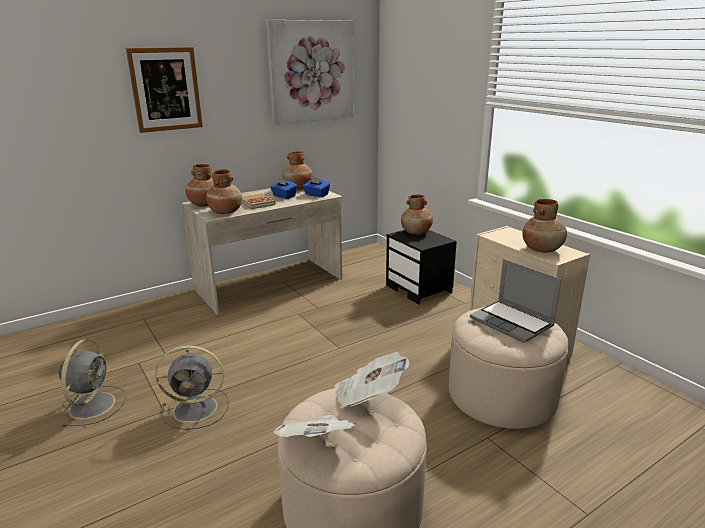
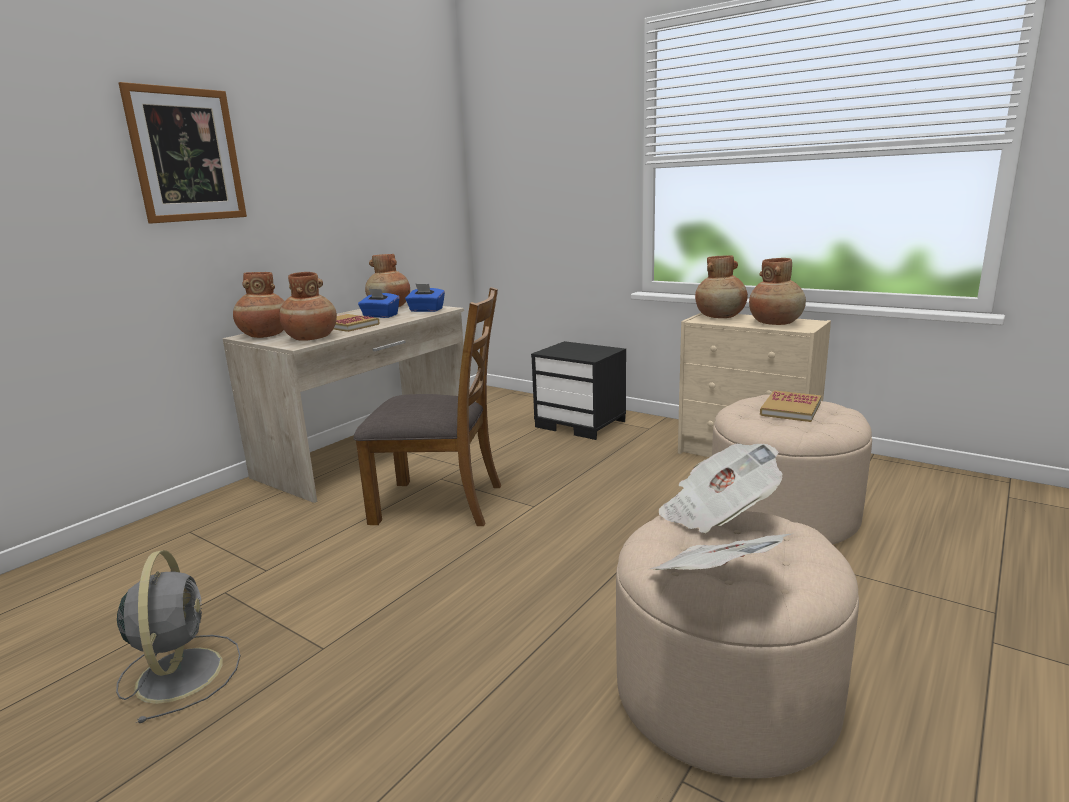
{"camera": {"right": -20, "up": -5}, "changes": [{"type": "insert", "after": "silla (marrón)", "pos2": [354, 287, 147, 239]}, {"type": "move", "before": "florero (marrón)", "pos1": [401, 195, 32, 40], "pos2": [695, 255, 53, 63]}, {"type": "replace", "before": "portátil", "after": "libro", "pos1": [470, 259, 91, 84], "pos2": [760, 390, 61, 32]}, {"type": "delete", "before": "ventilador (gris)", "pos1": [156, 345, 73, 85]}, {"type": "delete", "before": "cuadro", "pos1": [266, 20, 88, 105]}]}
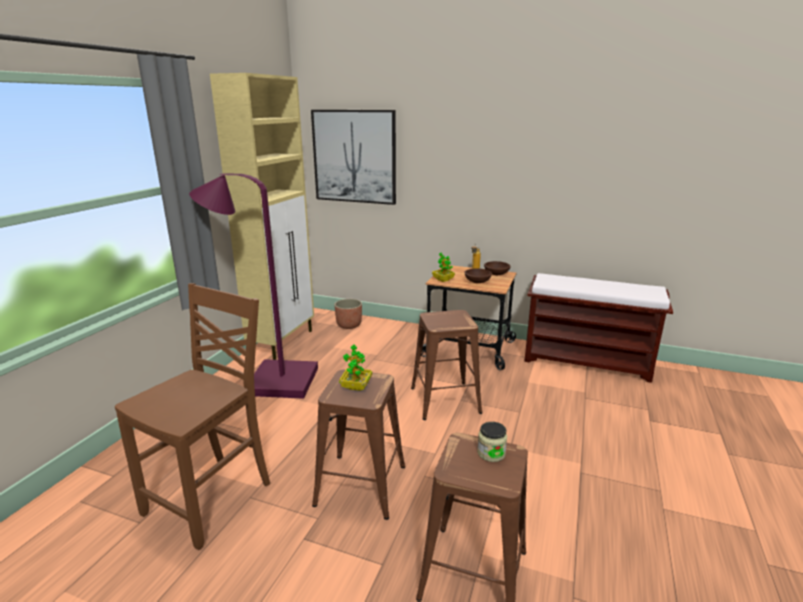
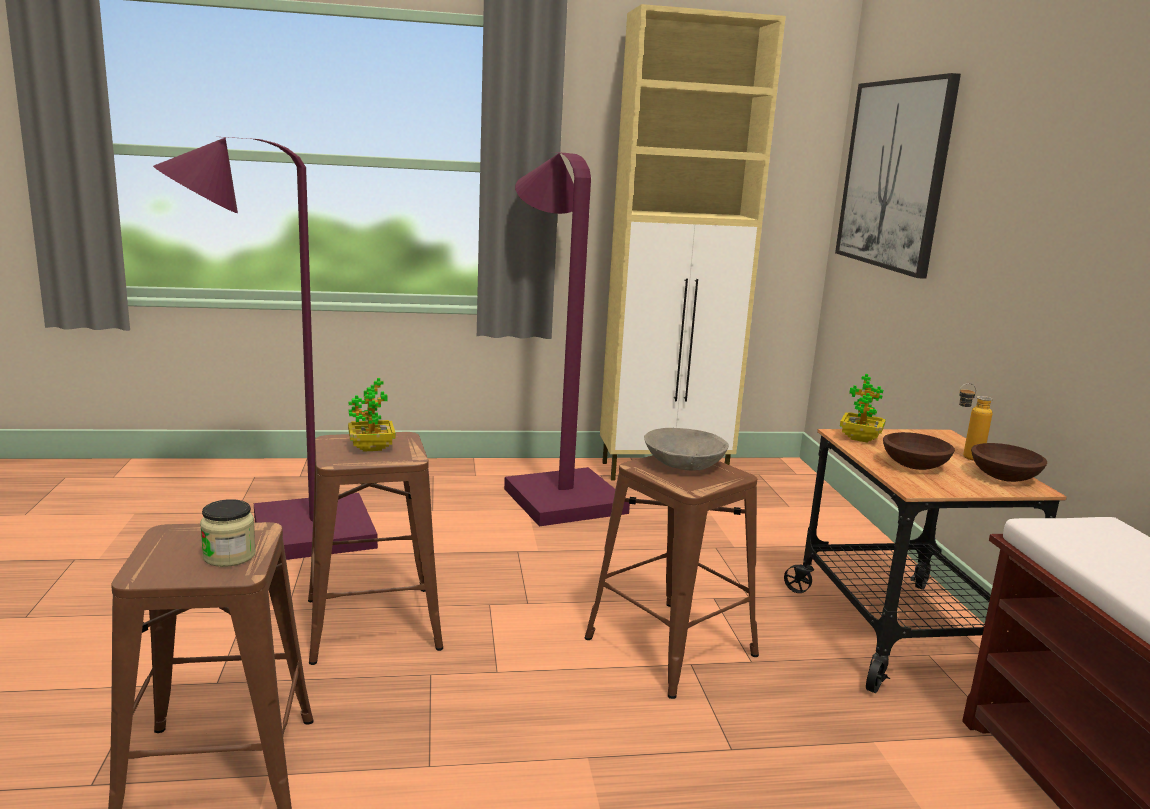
{"camera": {"right": 60, "up": -5}, "changes": [{"type": "replace", "before": "silla (marrón)", "after": "lámpara de pie (morado)", "pos1": [115, 283, 155, 267], "pos2": [153, 137, 225, 423]}, {"type": "insert", "after": "cuenco (gris)", "pos2": [644, 428, 85, 43]}, {"type": "delete", "before": "maceta", "pos1": [334, 299, 28, 30]}]}
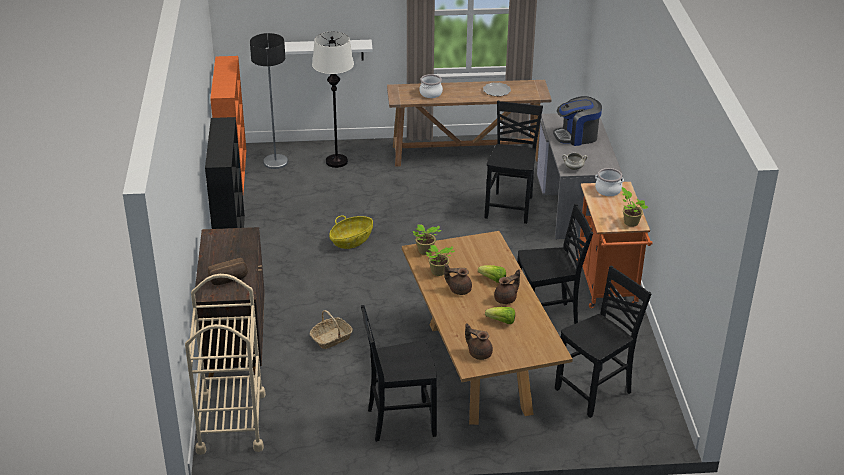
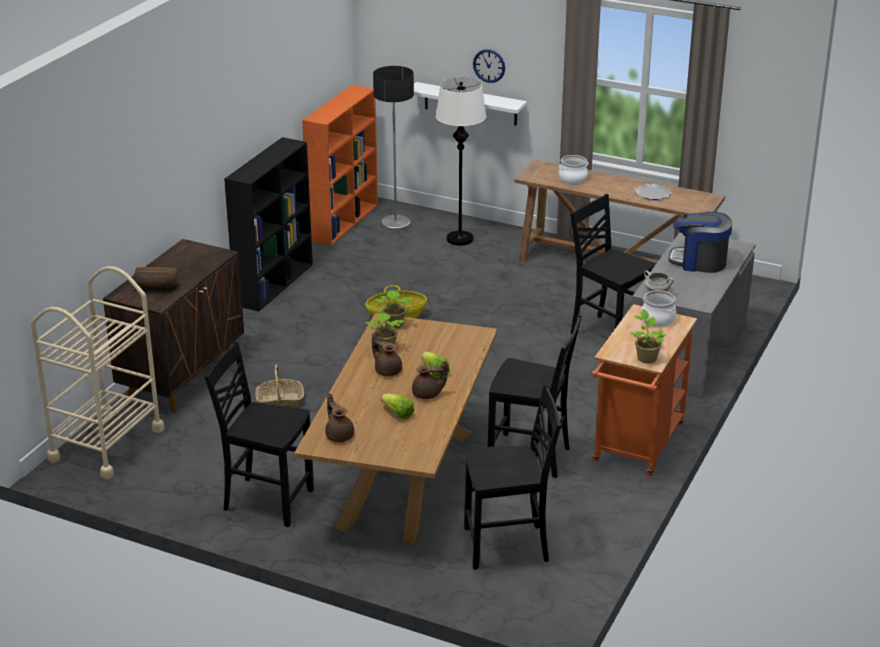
{"camera": {"right": 30, "up": -5}, "changes": [{"type": "insert", "after": "reloj de pared", "pos2": [473, 49, 32, 34]}, {"type": "rotate", "before": "silla (negro)", "pos1": [484, 101, 59, 123], "pos2": [570, 194, 86, 140], "turn": -90}]}
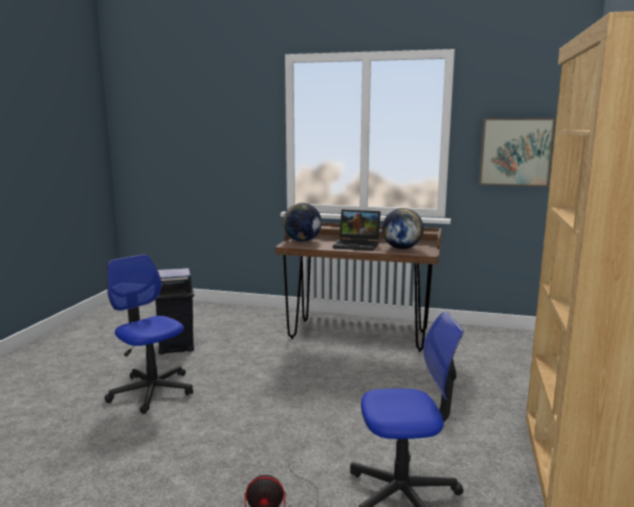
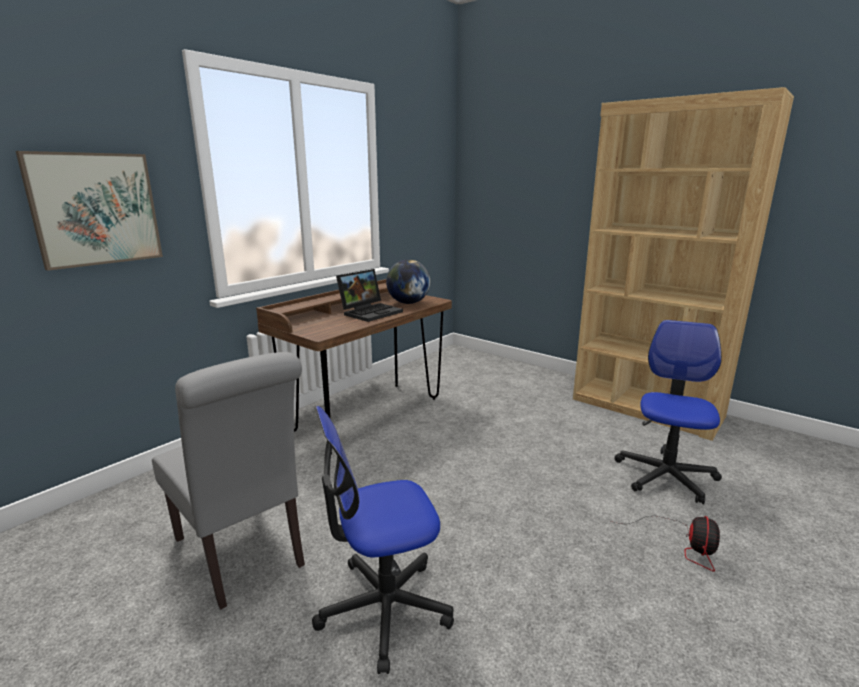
{"camera": {"right": -65, "up": 5}, "changes": [{"type": "move", "before": "cuadro", "pos1": [479, 118, 76, 69], "pos2": [16, 151, 147, 120]}, {"type": "replace", "before": "papelera (azul)", "after": "silla (gris)", "pos1": [155, 268, 39, 87], "pos2": [152, 352, 153, 258]}, {"type": "delete", "before": "globo terráqueo", "pos1": [283, 203, 39, 38]}]}
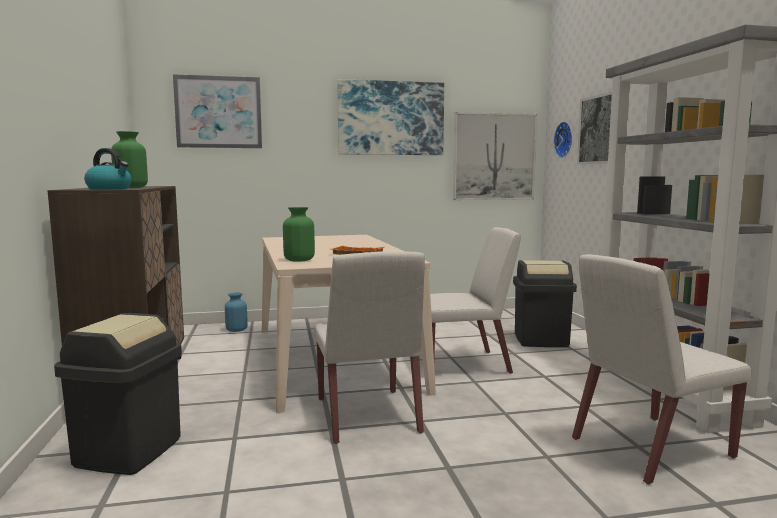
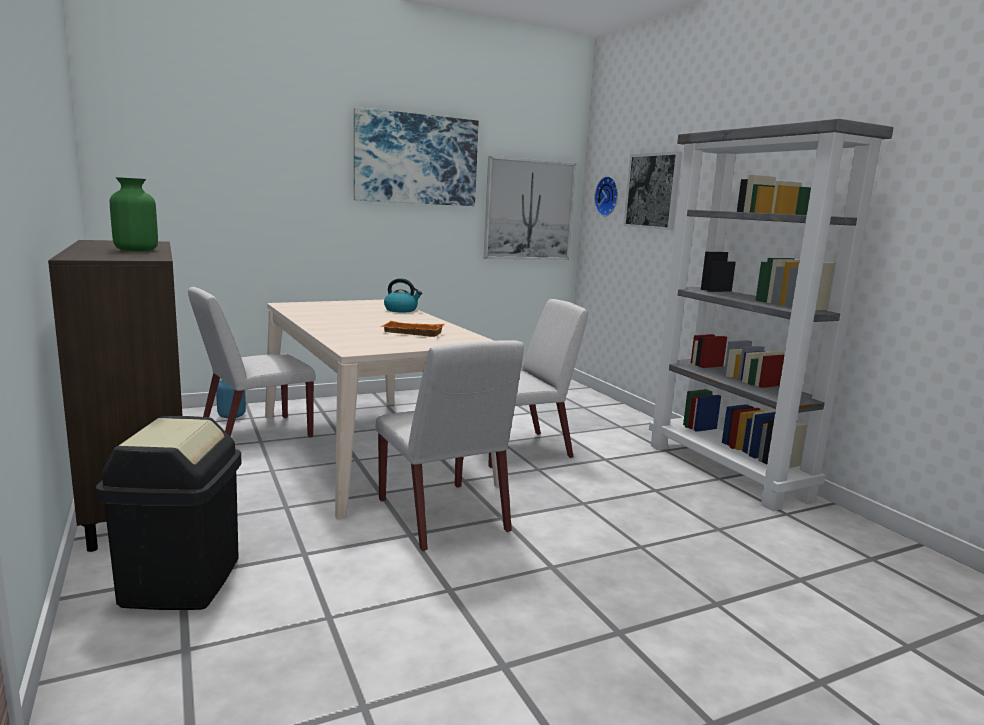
{"camera": {"right": -15, "up": 5}, "changes": [{"type": "move", "before": "silla (blanco)", "pos1": [572, 254, 179, 231], "pos2": [188, 287, 128, 151]}, {"type": "move", "before": "hervidor", "pos1": [84, 148, 48, 41], "pos2": [384, 278, 38, 34]}, {"type": "delete", "before": "cuadro", "pos1": [173, 74, 89, 74]}, {"type": "delete", "before": "florero (verde)", "pos1": [283, 207, 32, 55]}, {"type": "delete", "before": "papelera (negro)", "pos1": [513, 260, 64, 87]}]}
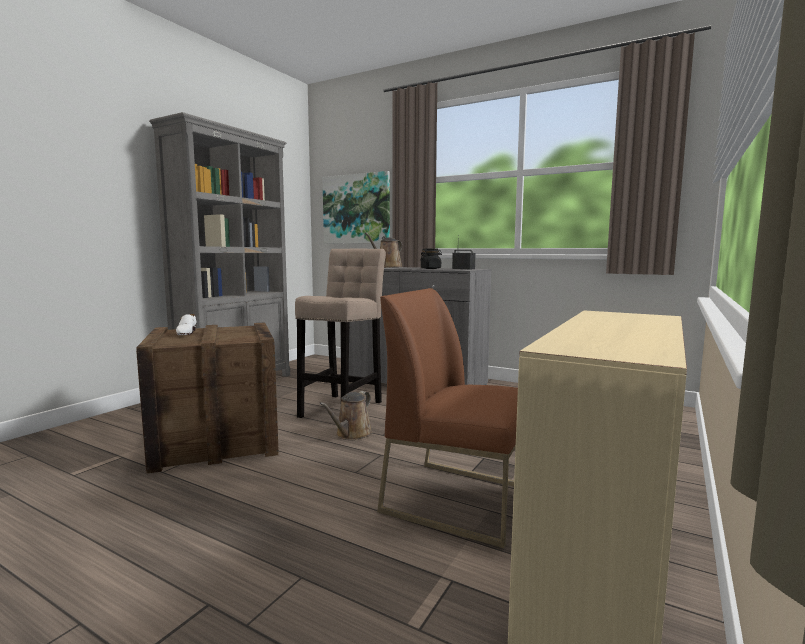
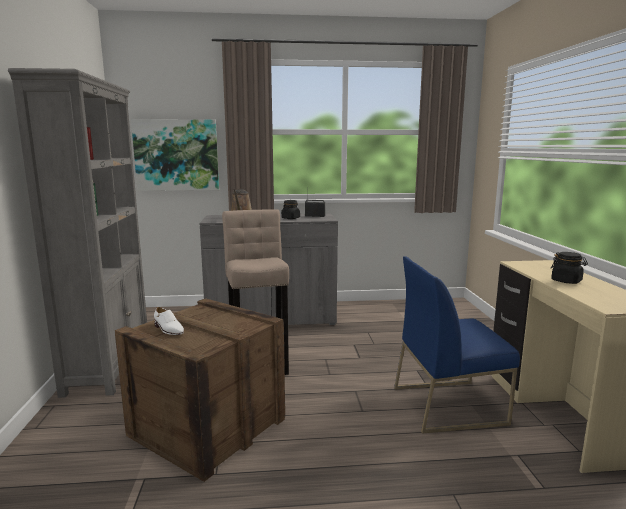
{"camera": {"right": -35, "up": 5}, "changes": [{"type": "recolor", "before": "silla (marrón)", "after": "silla (azul)", "pos1": [377, 288, 141, 260], "pos2": [394, 256, 126, 178]}, {"type": "insert", "after": "tarro (negro)", "pos2": [551, 252, 37, 32]}, {"type": "delete", "before": "regadera (marrón)", "pos1": [319, 391, 53, 49]}]}
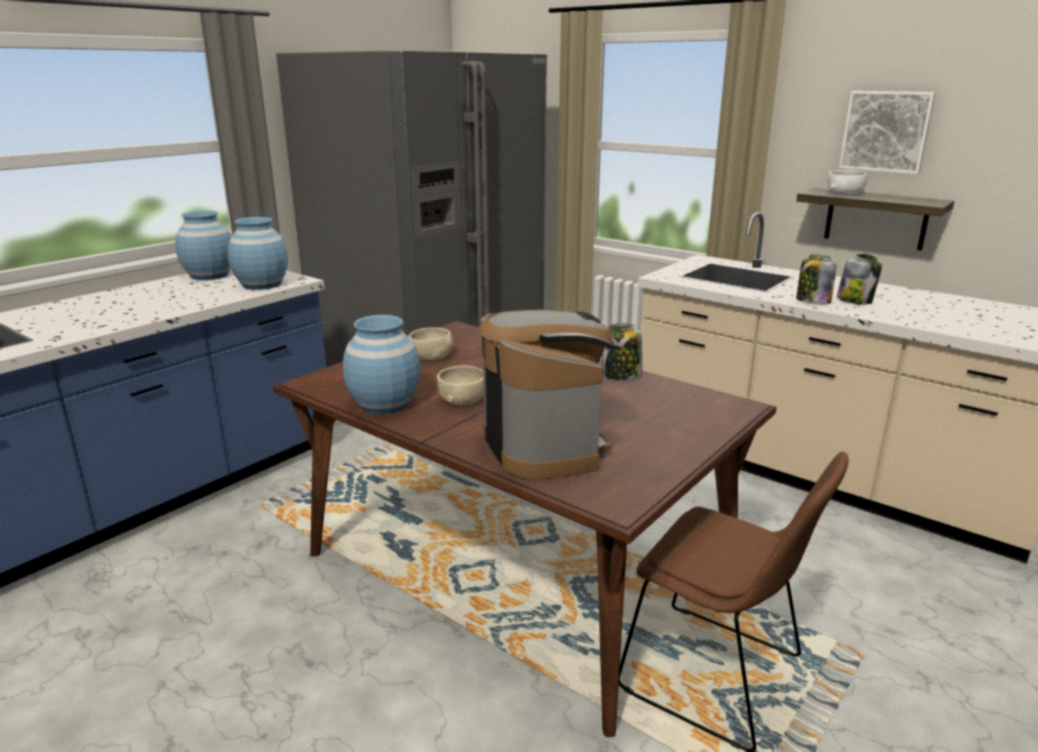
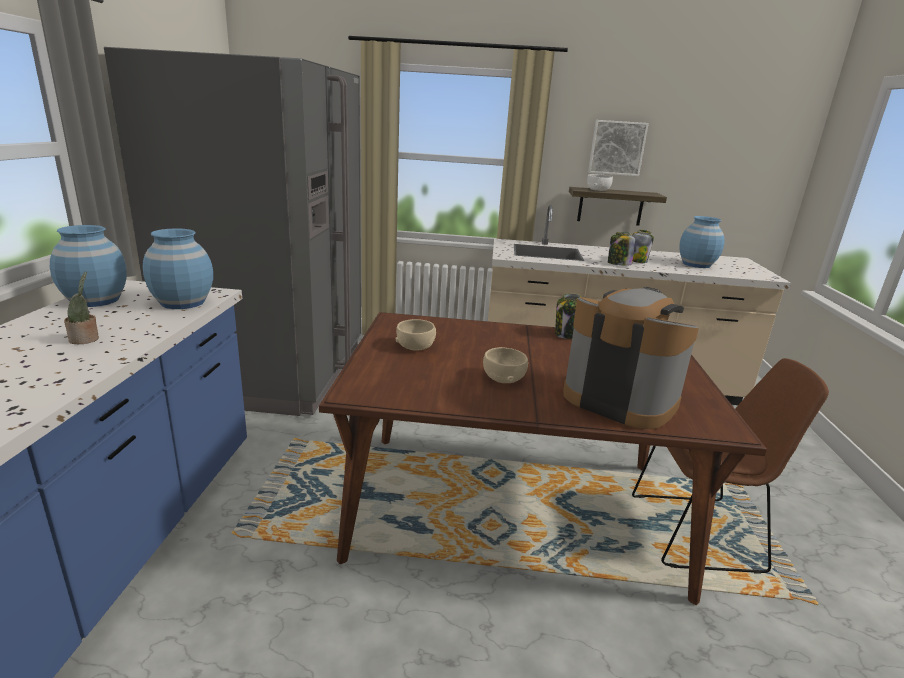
{"camera": {"right": -35, "up": 0}, "changes": [{"type": "insert", "after": "planta en maceta", "pos2": [64, 272, 35, 72]}, {"type": "move", "before": "florero (azul)", "pos1": [343, 315, 78, 99], "pos2": [679, 216, 46, 52]}]}
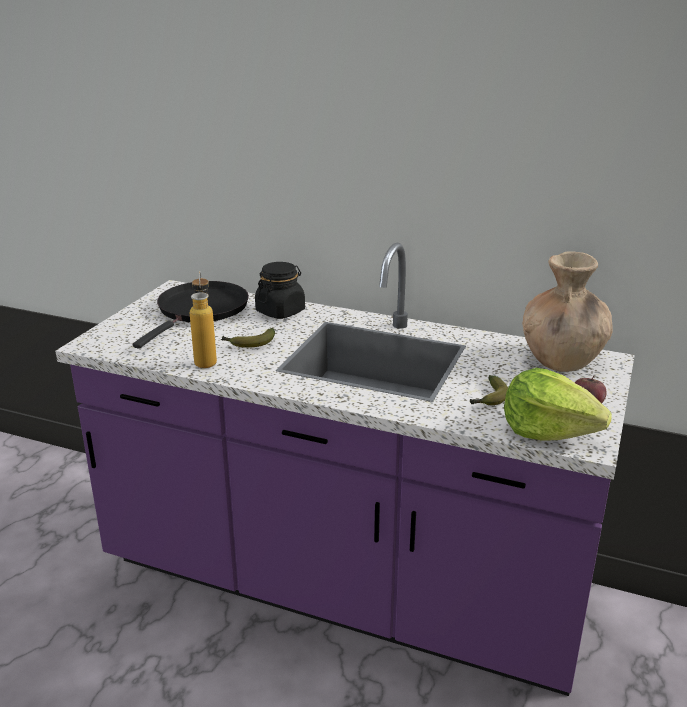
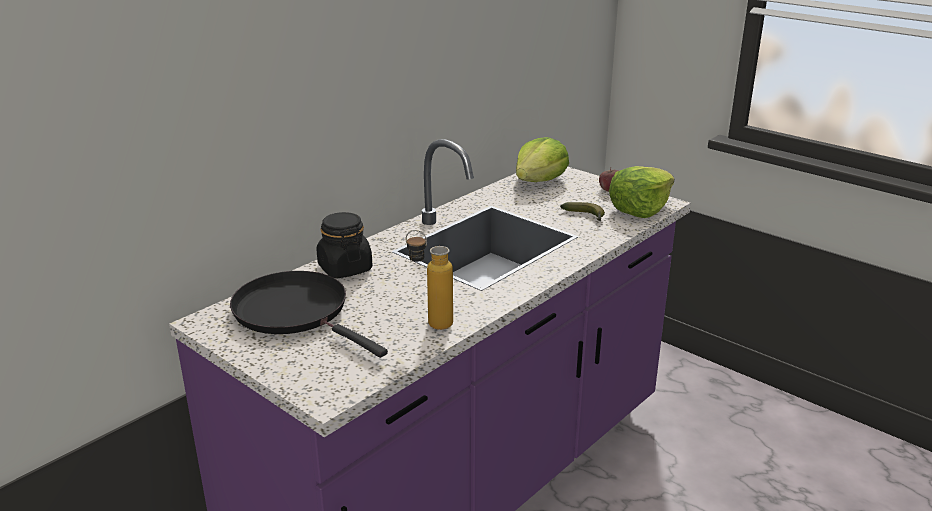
{"camera": {"right": -70, "up": 0}, "changes": [{"type": "replace", "before": "florero (marrón)", "after": "lechuga", "pos1": [522, 252, 91, 120], "pos2": [516, 137, 53, 45]}, {"type": "delete", "before": "plátano", "pos1": [221, 328, 54, 20]}]}
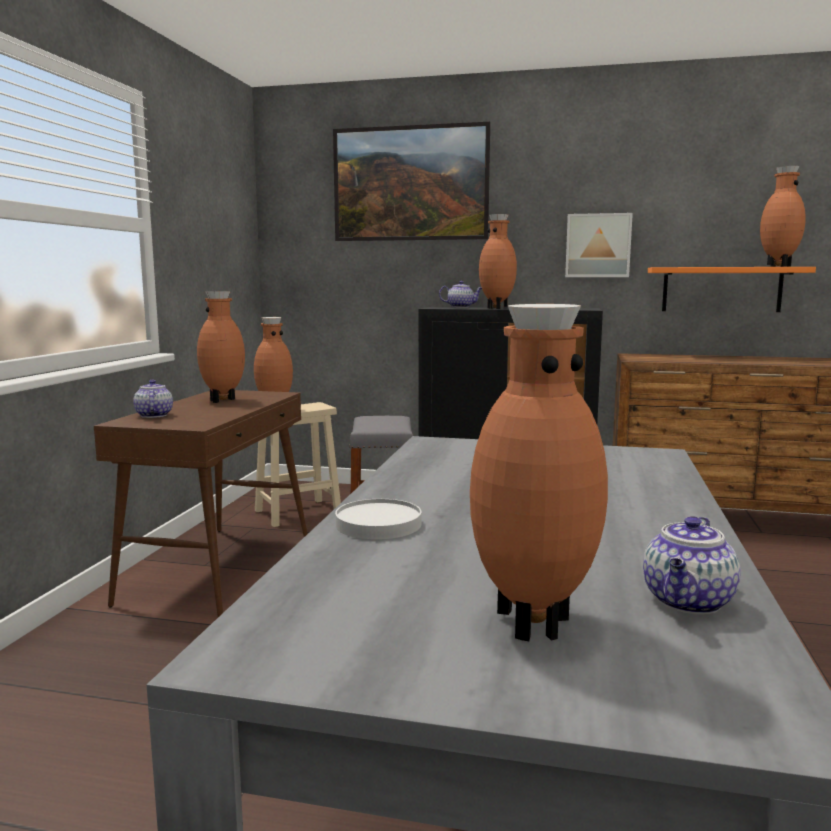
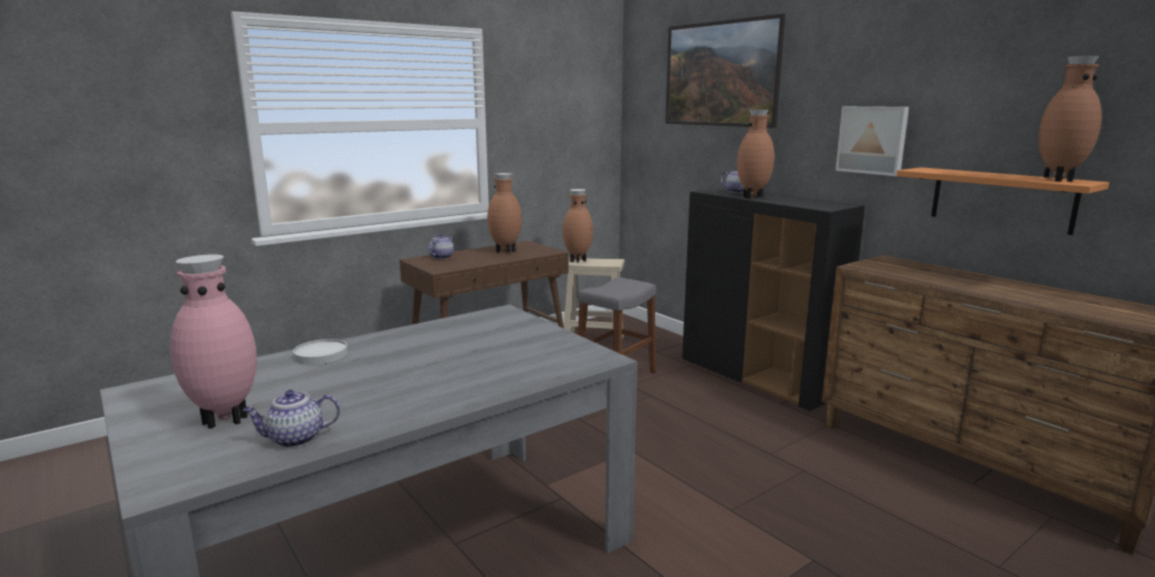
{"camera": {"right": 40, "up": 5}, "changes": [{"type": "recolor", "before": "florero (marrón)", "after": "florero (rosa)", "pos1": [470, 304, 138, 337], "pos2": [170, 254, 87, 175]}]}
